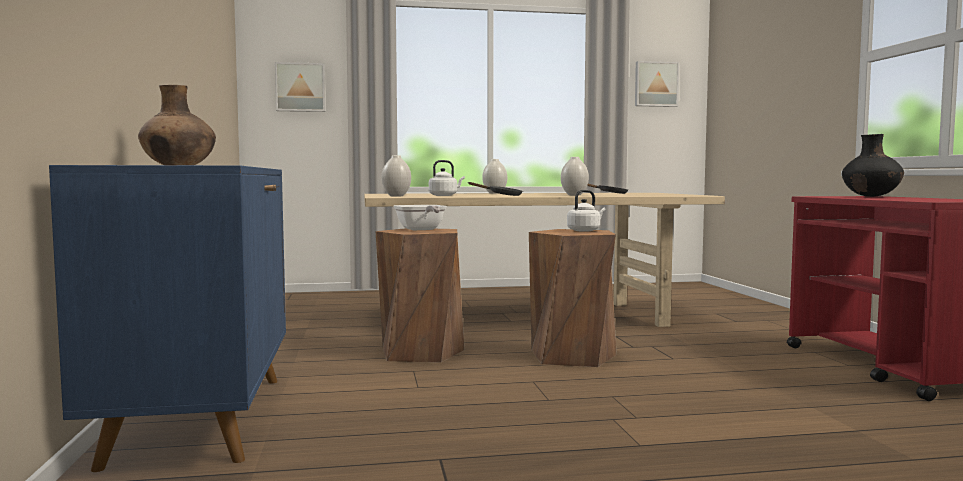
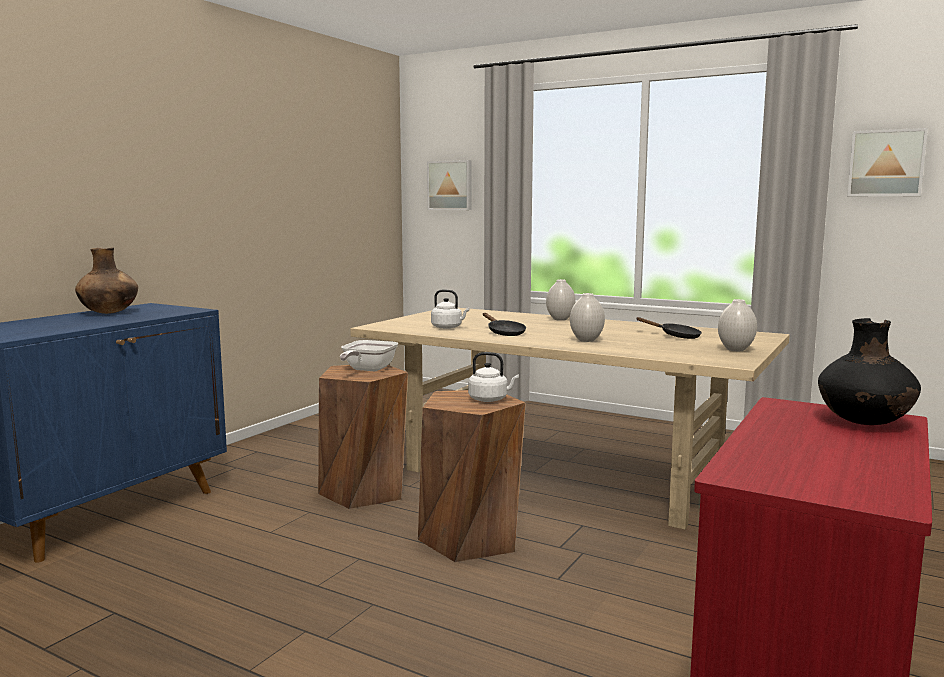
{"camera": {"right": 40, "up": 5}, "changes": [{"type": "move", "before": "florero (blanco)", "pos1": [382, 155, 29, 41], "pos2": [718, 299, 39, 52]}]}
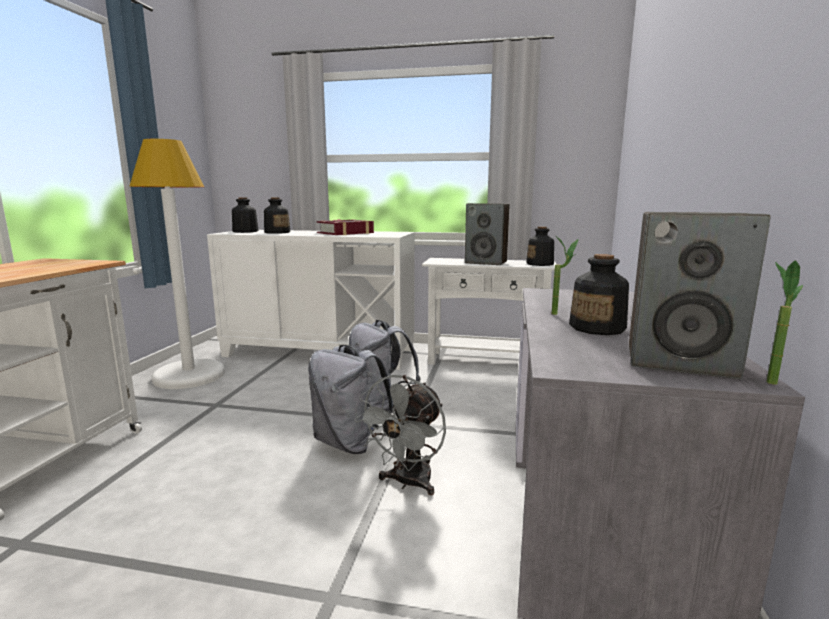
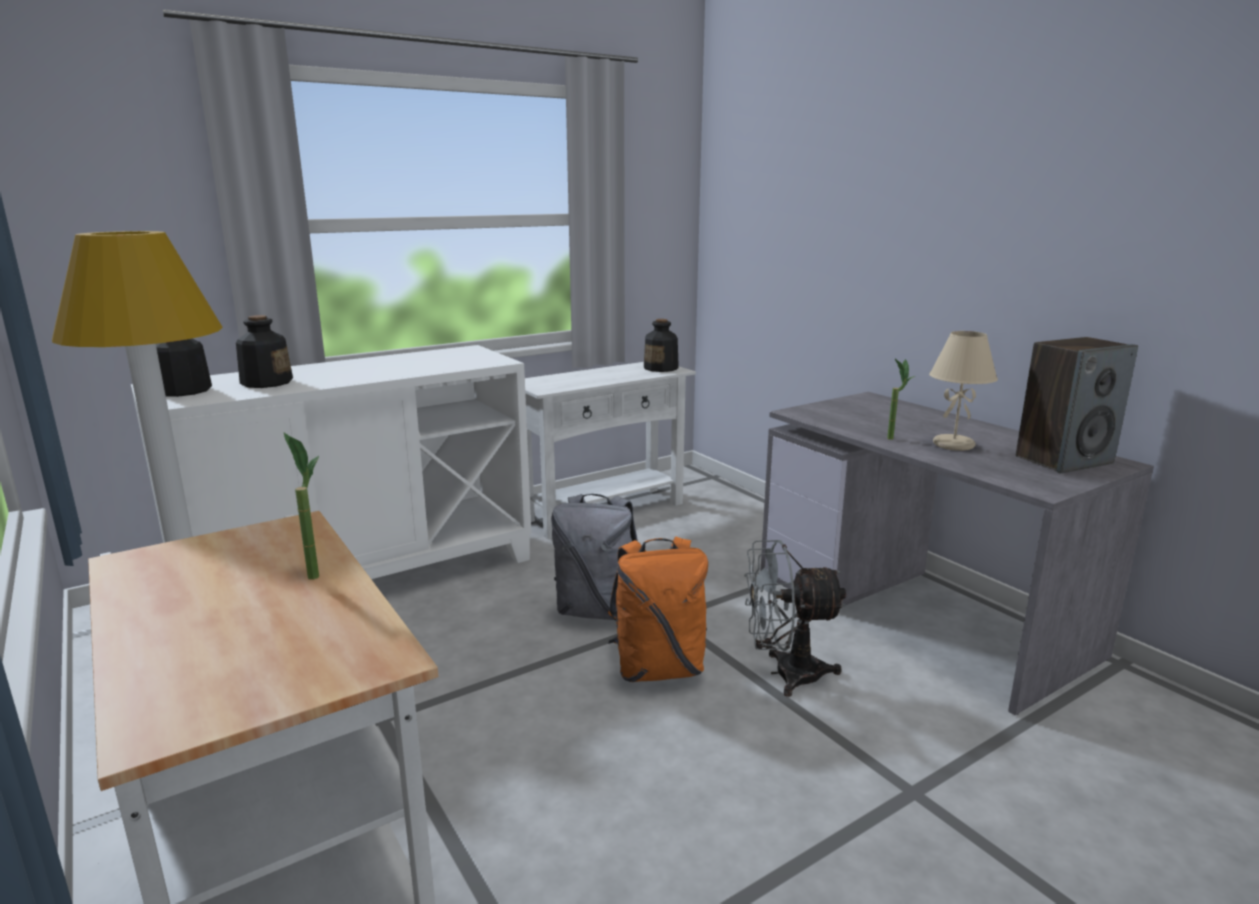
{"camera": {"right": -45, "up": 5}, "changes": [{"type": "move", "before": "planta en maceta", "pos1": [767, 260, 36, 124], "pos2": [284, 433, 35, 147]}, {"type": "recolor", "before": "mochila (gris)", "after": "mochila (naranja)", "pos1": [308, 345, 87, 109], "pos2": [608, 536, 100, 146]}, {"type": "rotate", "before": "ventilador (gris)", "pos1": [354, 375, 92, 121], "pos2": [744, 540, 102, 157], "turn": 105}, {"type": "replace", "before": "botella", "after": "lámpara de mesa (beis)", "pos1": [569, 254, 60, 81], "pos2": [929, 331, 69, 120]}, {"type": "delete", "before": "libro", "pos1": [316, 219, 58, 16]}, {"type": "delete", "before": "altavoz", "pos1": [465, 203, 44, 62]}]}
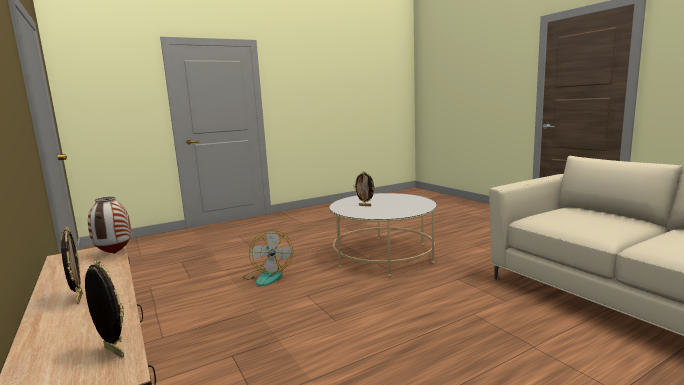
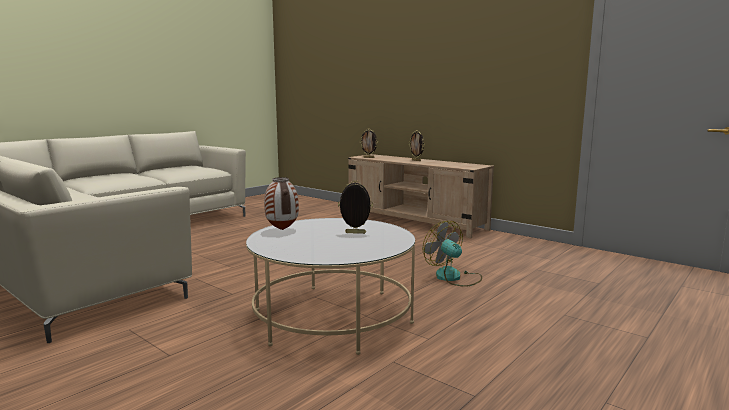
{"camera": {"right": 160, "up": 0}, "changes": [{"type": "move", "before": "florero", "pos1": [88, 197, 44, 57], "pos2": [264, 177, 35, 53]}]}
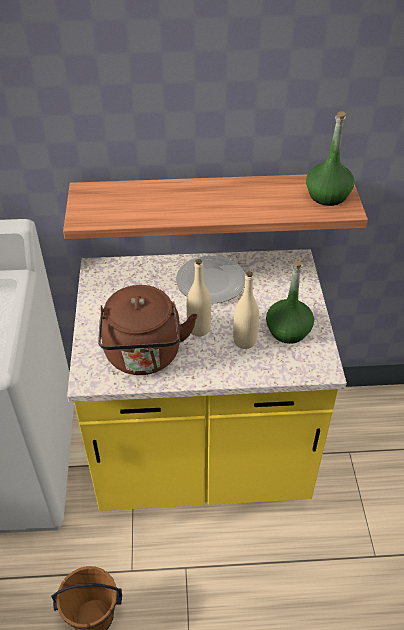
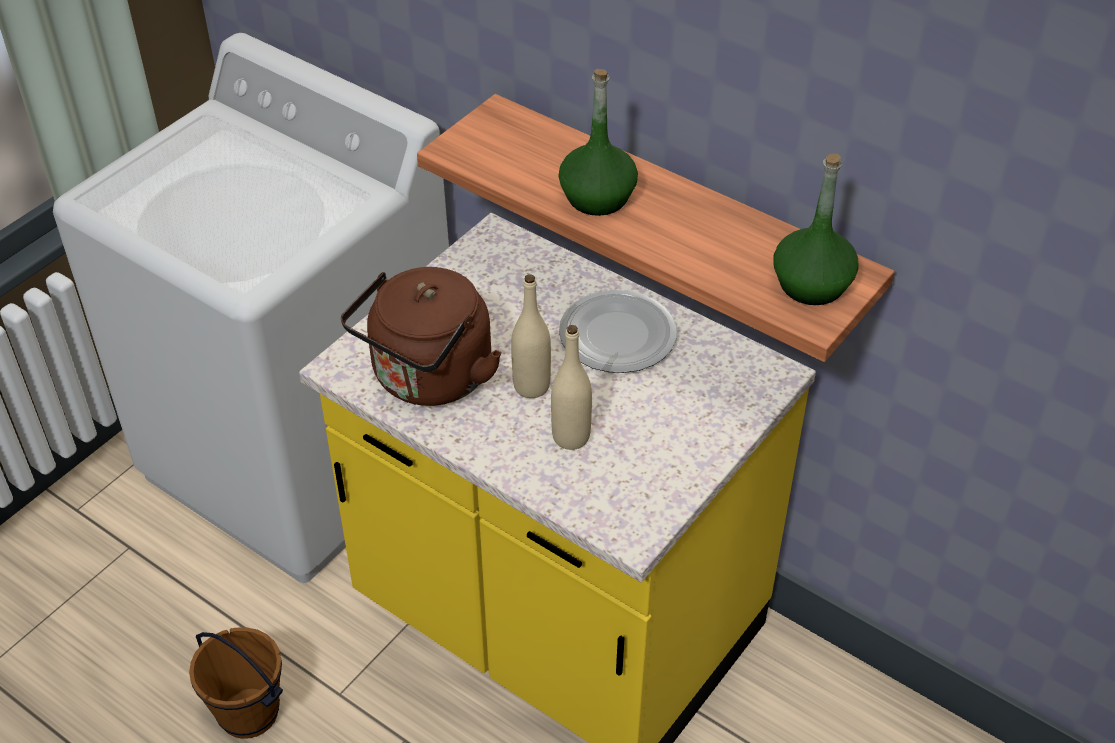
{"camera": {"right": 40, "up": 0}, "changes": [{"type": "move", "before": "botella (verde)", "pos1": [266, 261, 48, 83], "pos2": [559, 69, 79, 147]}]}
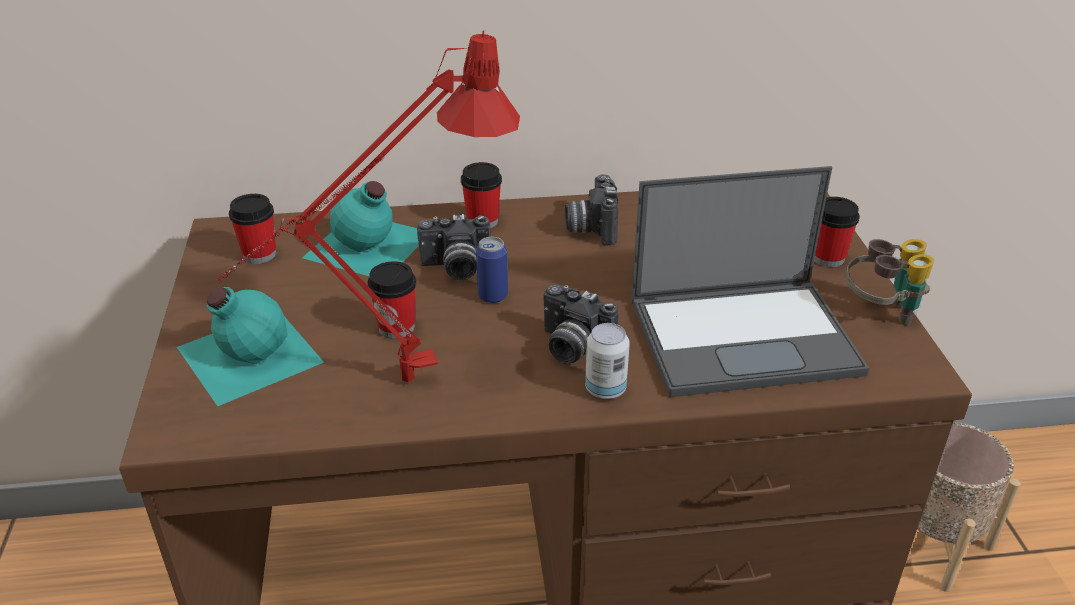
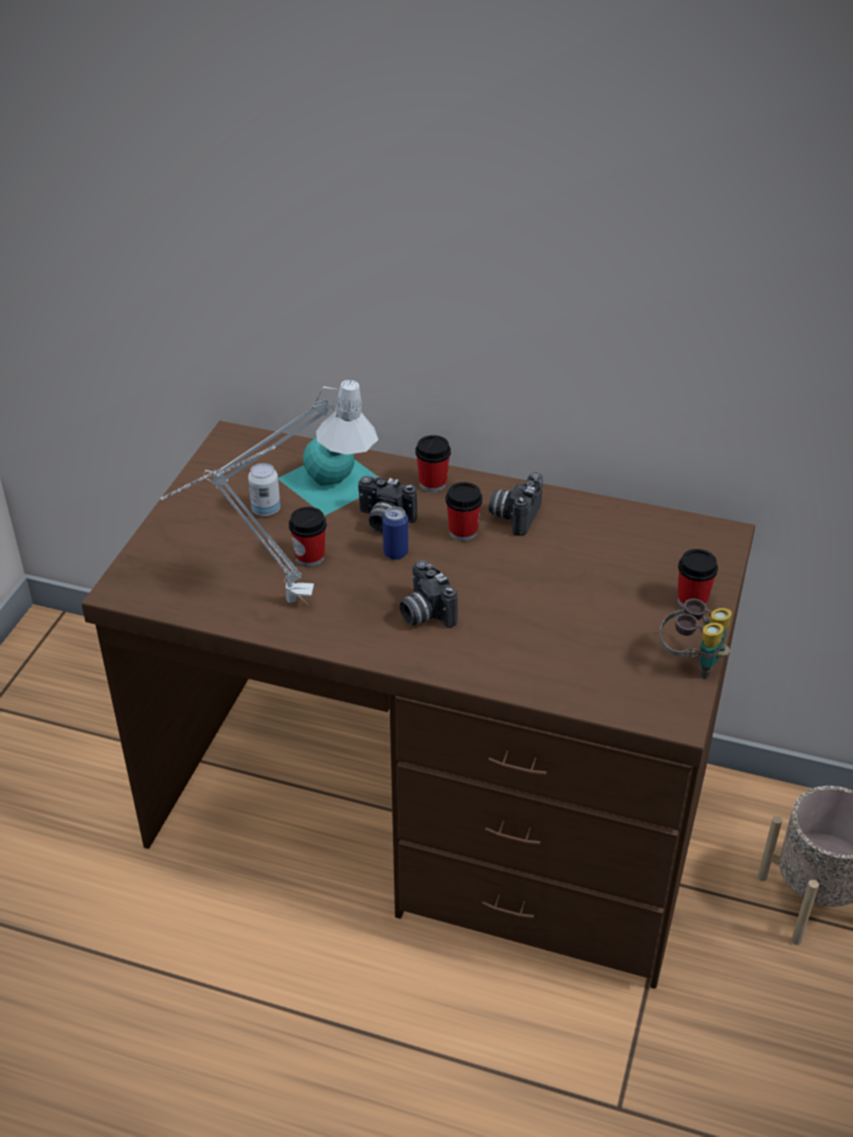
{"camera": {"right": 25, "up": 5}, "changes": [{"type": "recolor", "before": "lámpara de mesa (rojo)", "after": "lámpara de mesa (gris)", "pos1": [217, 30, 303, 352], "pos2": [159, 380, 220, 223]}, {"type": "move", "before": "lata", "pos1": [585, 323, 45, 76], "pos2": [248, 463, 32, 53]}, {"type": "move", "before": "taza", "pos1": [229, 194, 47, 70], "pos2": [446, 482, 37, 59]}, {"type": "delete", "before": "botella (turquesa)", "pos1": [177, 287, 147, 119]}, {"type": "delete", "before": "portátil", "pos1": [631, 166, 238, 231]}]}
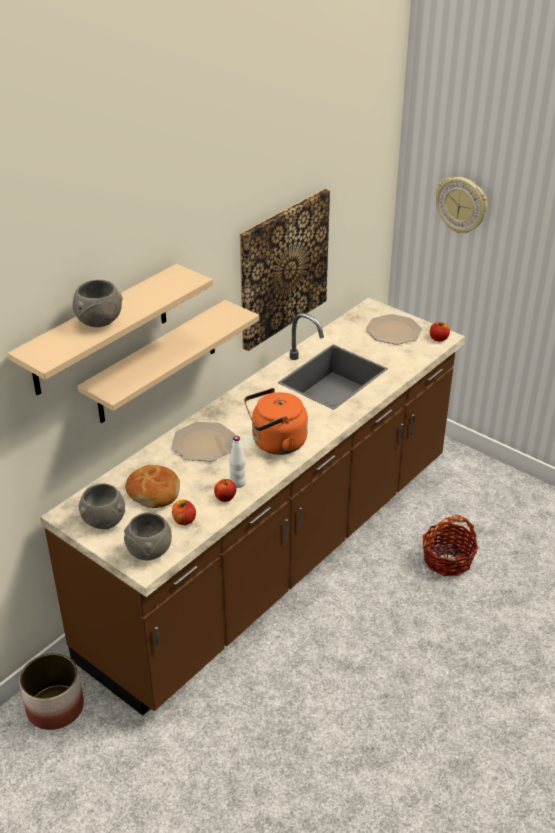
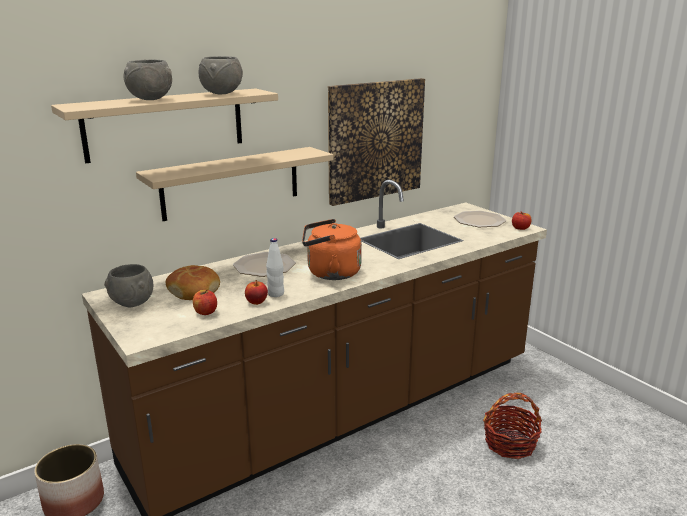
{"camera": {"right": 15, "up": -15}, "changes": [{"type": "move", "before": "cuenco (gris)", "pos1": [124, 512, 48, 48], "pos2": [199, 56, 44, 38]}, {"type": "delete", "before": "reloj de pared", "pos1": [436, 177, 51, 56]}]}
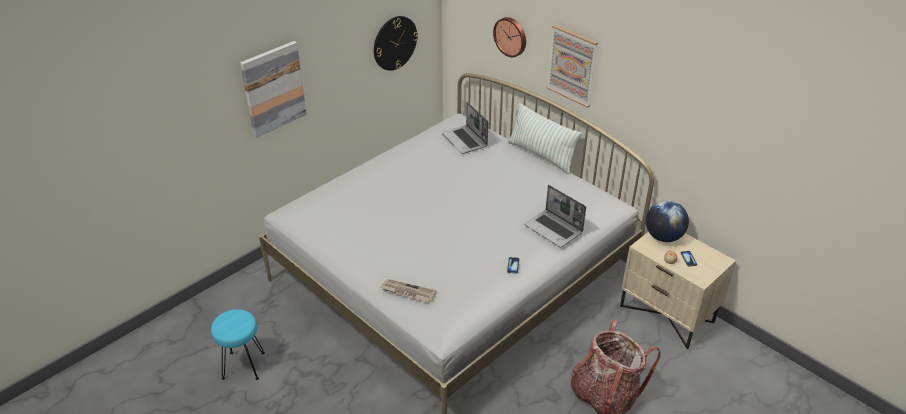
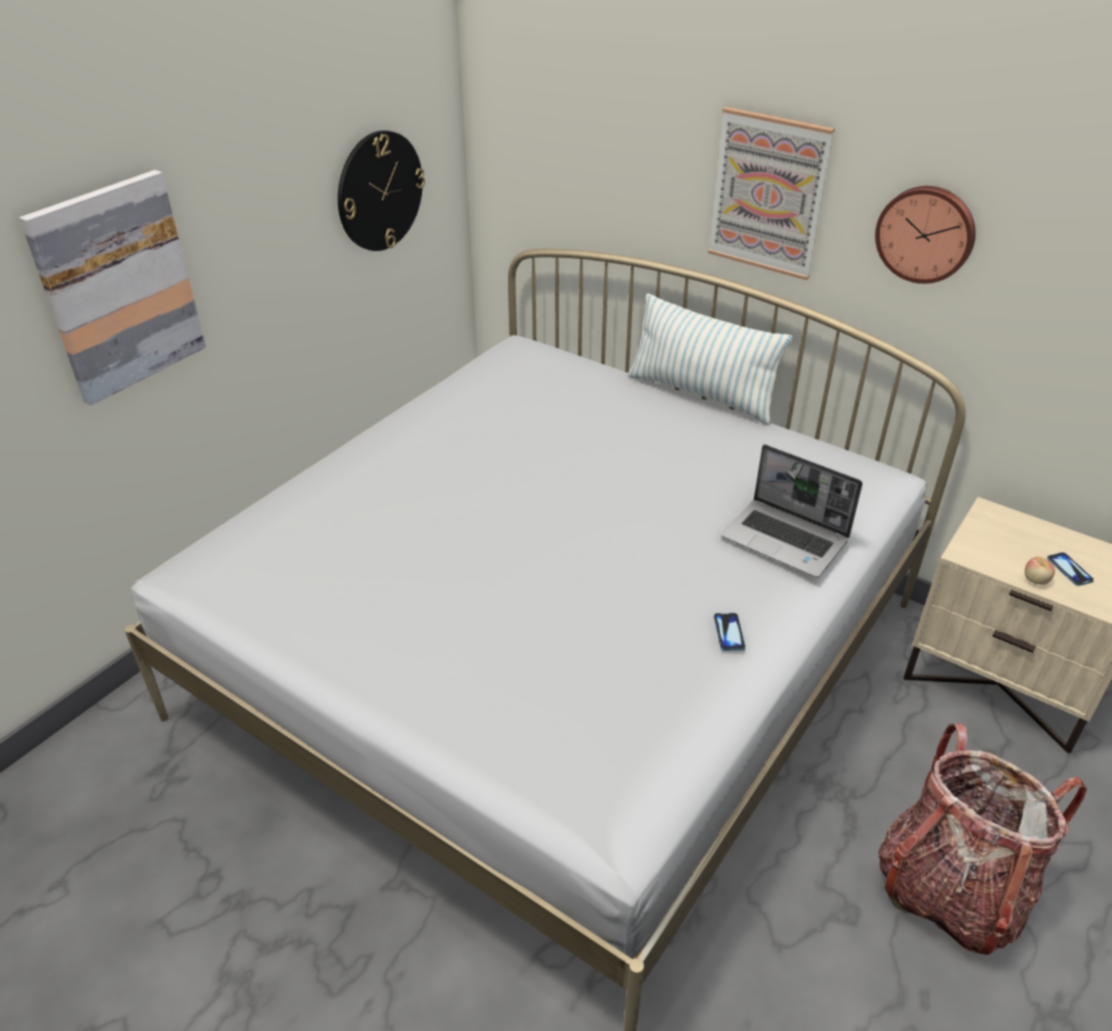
{"camera": {"right": -10, "up": 0}, "changes": [{"type": "move", "before": "reloj de pared", "pos1": [493, 17, 33, 40], "pos2": [875, 186, 101, 98]}, {"type": "delete", "before": "taburete (turquesa)", "pos1": [211, 309, 54, 71]}, {"type": "delete", "before": "periódico", "pos1": [381, 279, 56, 23]}, {"type": "delete", "before": "portátil", "pos1": [442, 102, 46, 52]}, {"type": "delete", "before": "globo terráqueo", "pos1": [646, 200, 43, 42]}]}
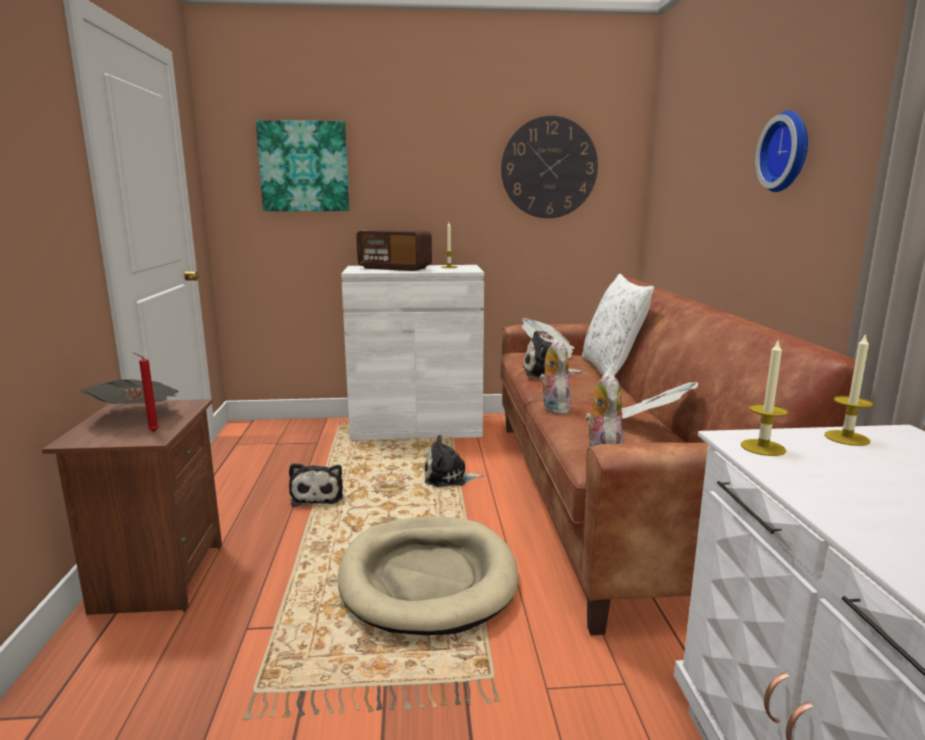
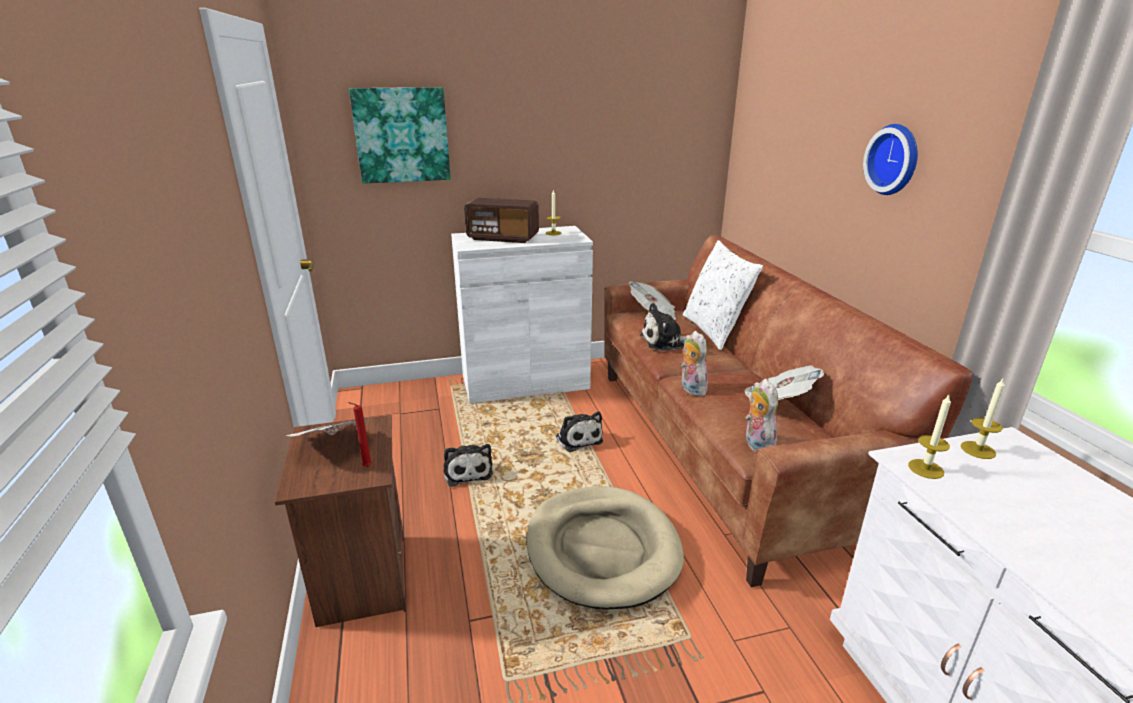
{"camera": {"right": -10, "up": 10}, "changes": [{"type": "rotate", "before": "peluche", "pos1": [424, 435, 60, 52], "pos2": [556, 411, 47, 41], "turn": -105}, {"type": "delete", "before": "reloj de pared", "pos1": [501, 116, 97, 102]}]}
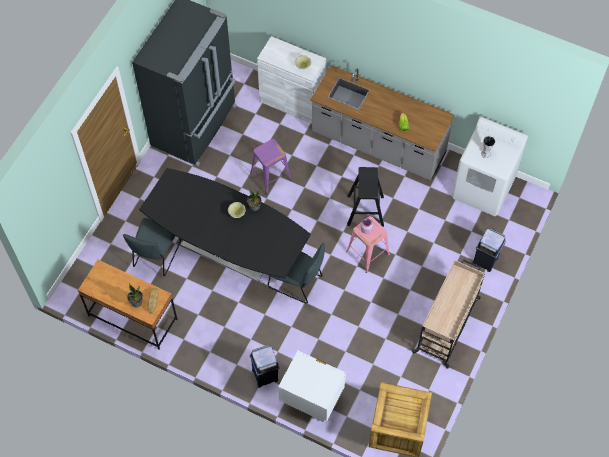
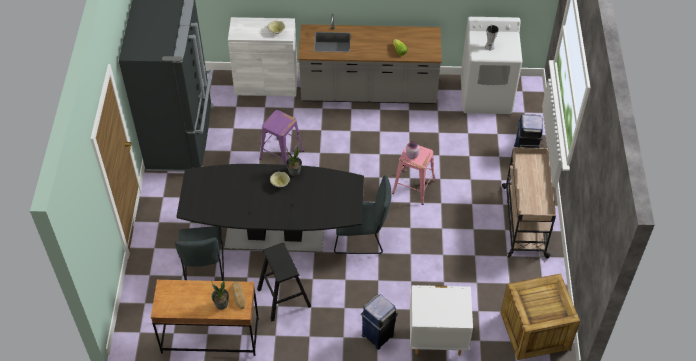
{"camera": {"right": -25, "up": -10}, "changes": [{"type": "move", "before": "taburete (negro)", "pos1": [347, 167, 37, 60], "pos2": [257, 243, 54, 79]}]}
